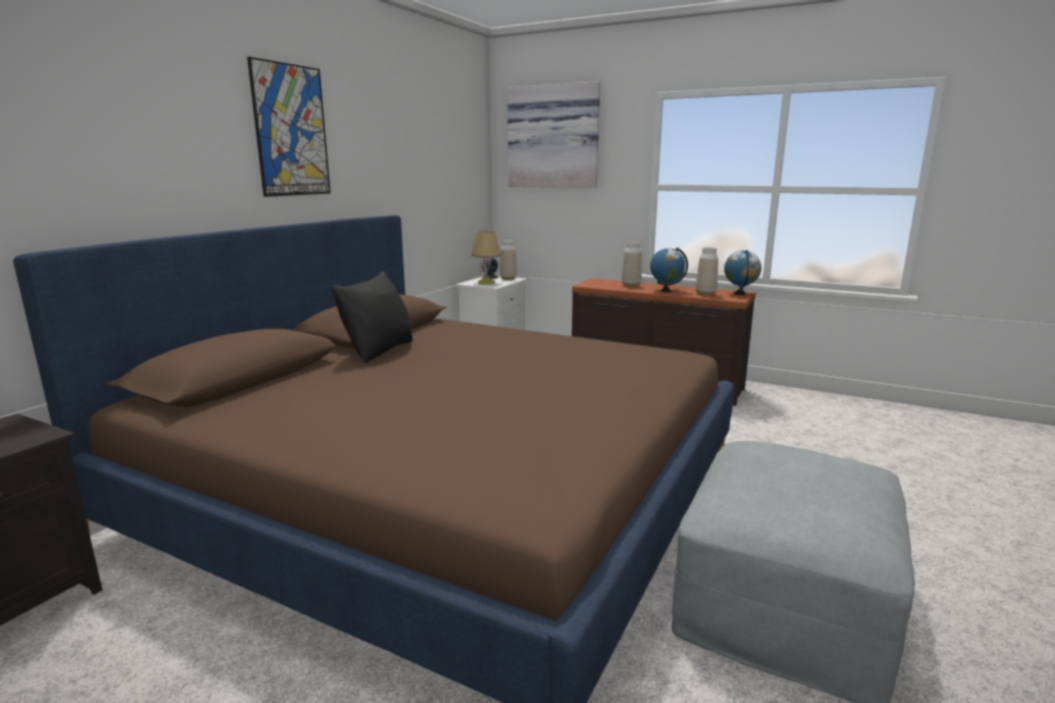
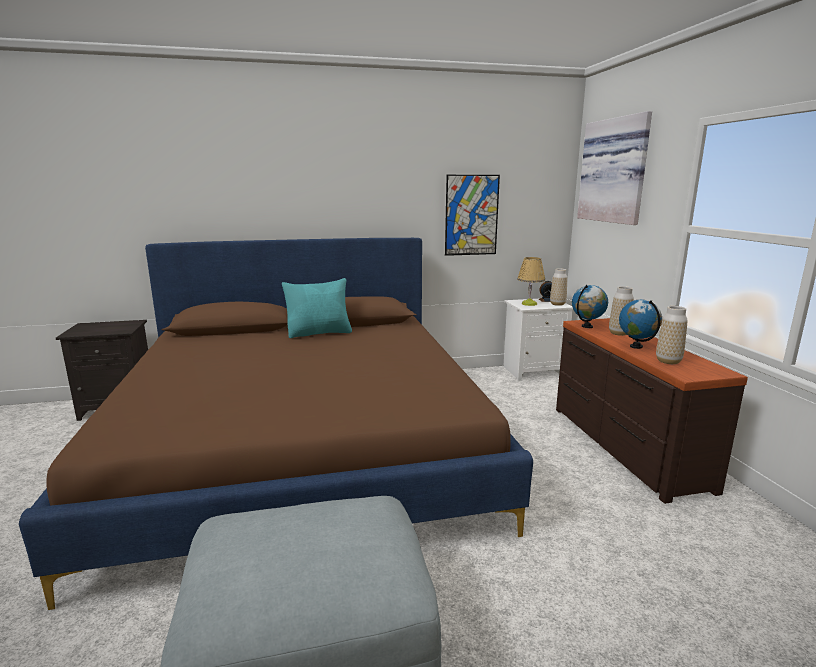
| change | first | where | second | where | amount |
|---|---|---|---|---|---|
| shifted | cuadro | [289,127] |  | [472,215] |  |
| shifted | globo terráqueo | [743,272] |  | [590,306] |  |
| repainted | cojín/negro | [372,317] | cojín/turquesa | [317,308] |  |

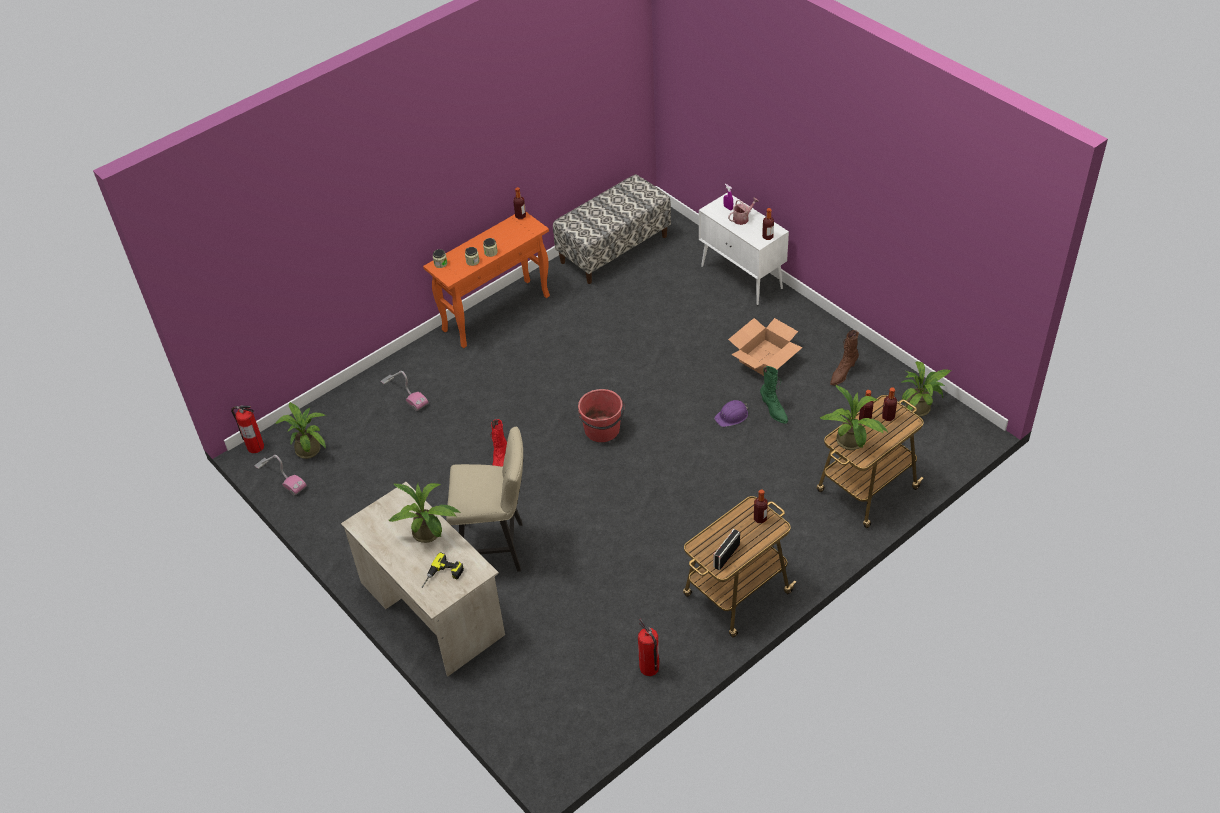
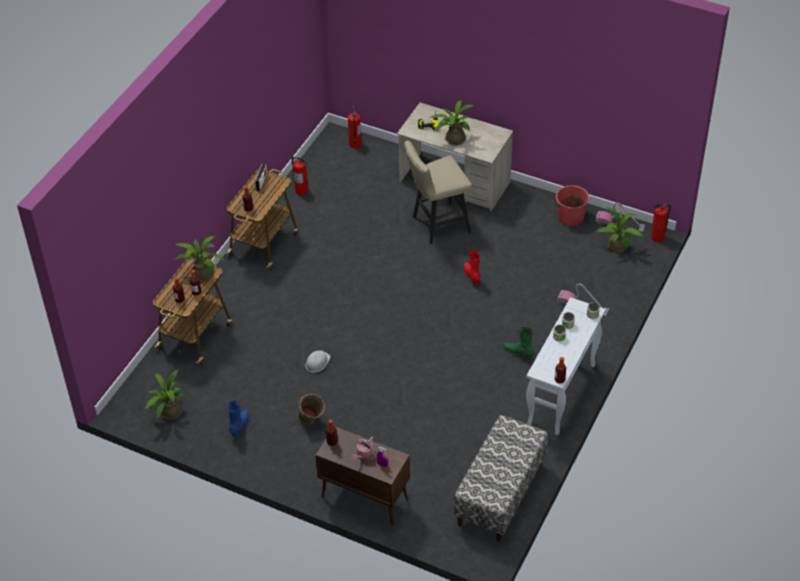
| change | first | where | second | where | amount |
|---|---|---|---|---|---|
| repainted | armario/blanco | [744,248] | armario/marrón | [362,476] |  |
| repainted | mesa consola/naranja | [486,280] | mesa consola/blanco | [566,366] |  |
| swapped | caja de cartón | [765,347] | cubo/verde | [311,409] |  |
| repainted | bota/marrón | [844,357] | bota/azul | [238,418] |  |
| shifted | bota/verde | [774,395] |  | [519,343] |  |
| shifted | cubo/rojo | [601,415] |  | [571,205] |  |
| repainted | casco/morado | [731,413] | casco/blanco | [318,361] |  |
| new |  |  | extintor | [355,127] |  |

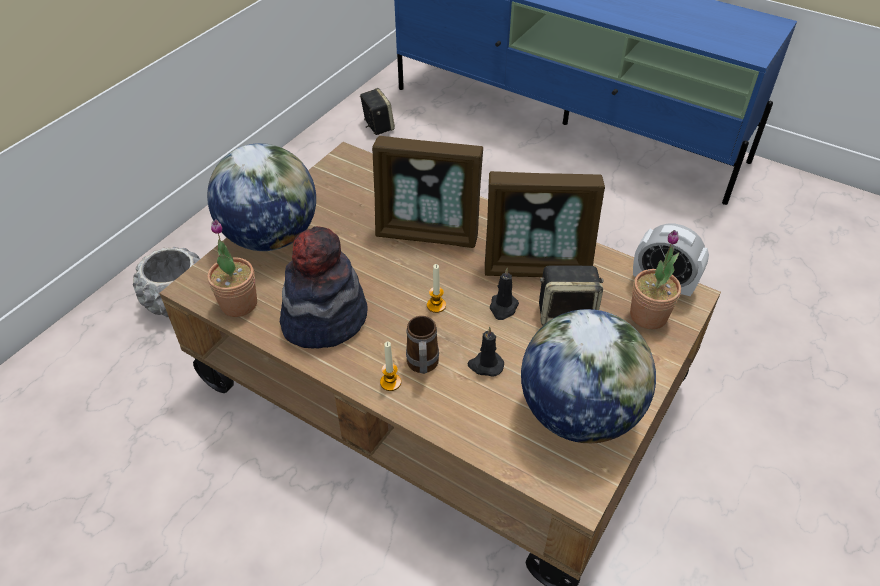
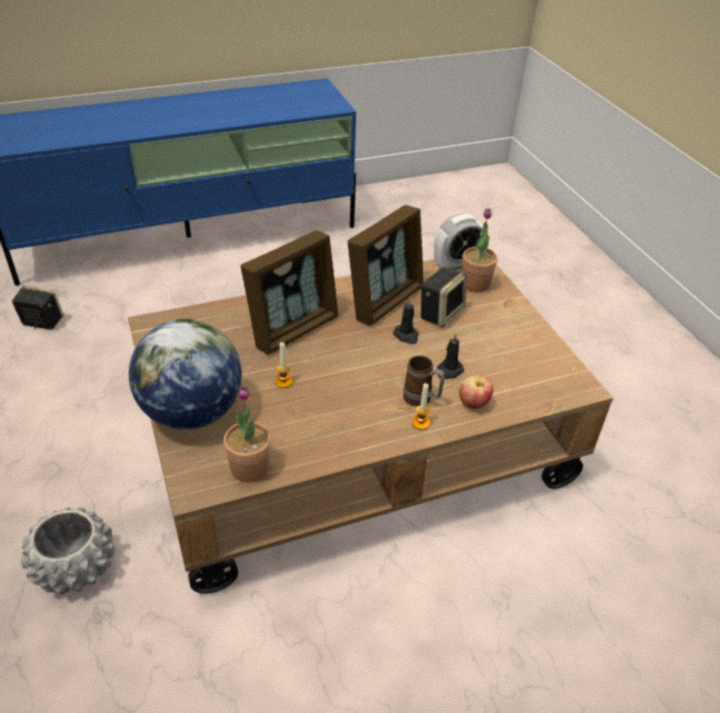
| change | first | where | second | where | amount |
|---|---|---|---|---|---|
| gone | sombrero | [324,287] |  |  |  |
| shifted | vela | [436,288] |  | [284,365] |  |
| gone | globo terráqueo | [588,376] |  |  |  |
| new |  |  | manzana | [476,392] |  |

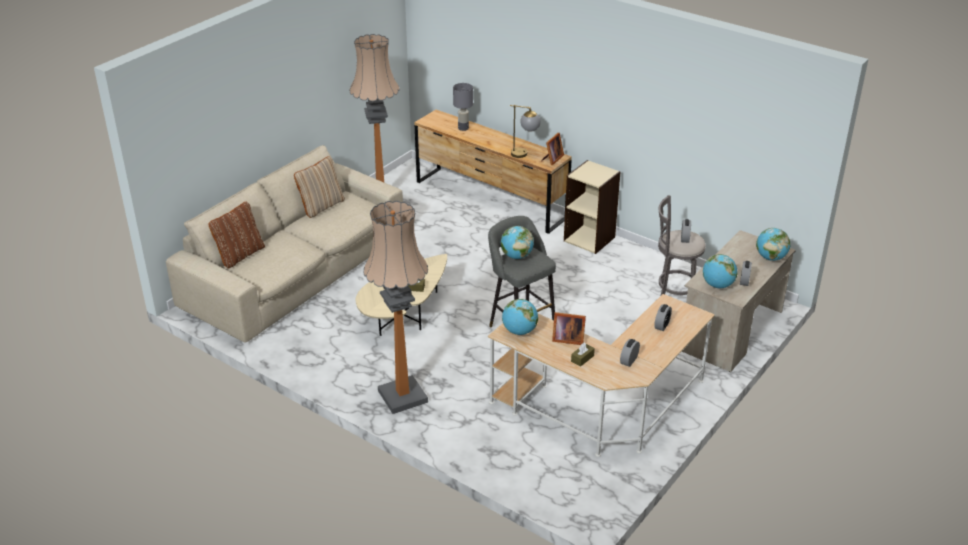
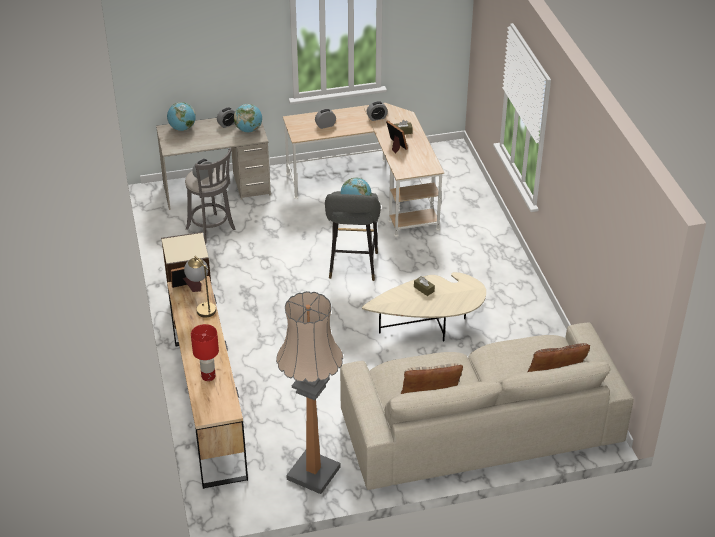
| change | first | where | second | where | amount |
|---|---|---|---|---|---|
| repainted | lámpara de mesa/gris | [463,107] | lámpara de mesa/rojo | [205,352] |  |
| gone | lámpara de pie | [396,307] |  |  |  |
| gone | globo terráqueo | [520,317] |  |  |  |

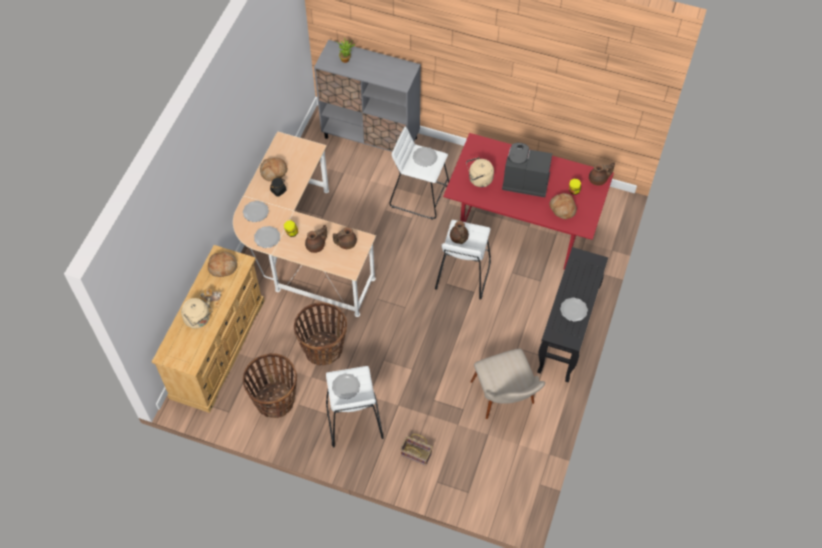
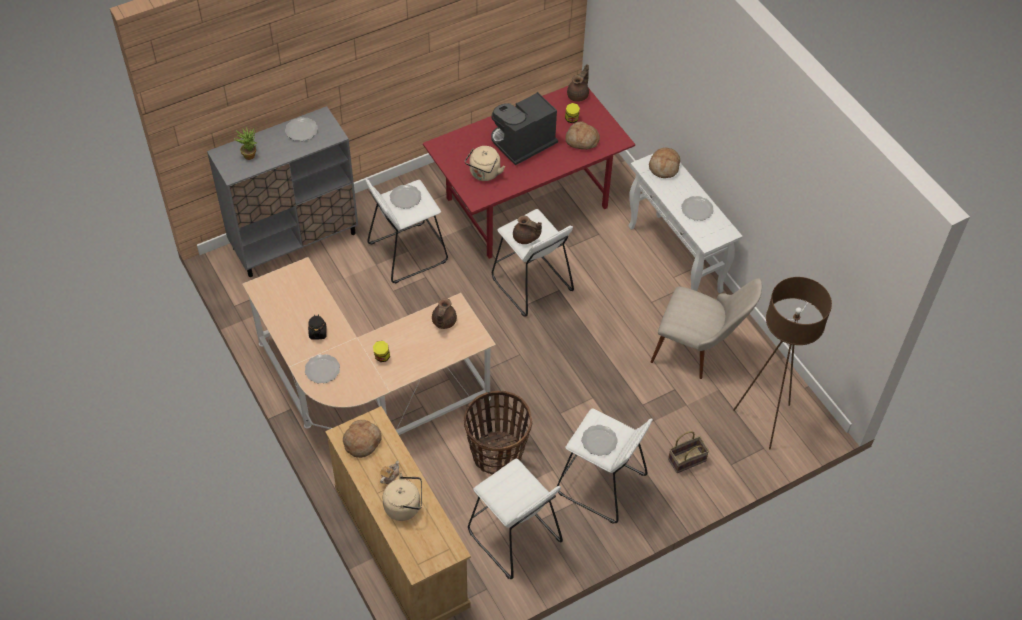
| change | first | where | second | where | amount |
|---|---|---|---|---|---|
| shifted | pan | [274,169] |  | [664,163] |  |
| gone | tetera/marrón | [316,239] |  |  |  |
| shifted | plato | [267,237] |  | [301,129] |  |
| repainted | mesa consola/negro | [572,314] | mesa consola/blanco | [685,223] |  |
| swapped | cesta | [270,385] | taburete/blanco | [515,519] |  |
| new |  |  | lámpara de pie/marrón | [782,363] |  |

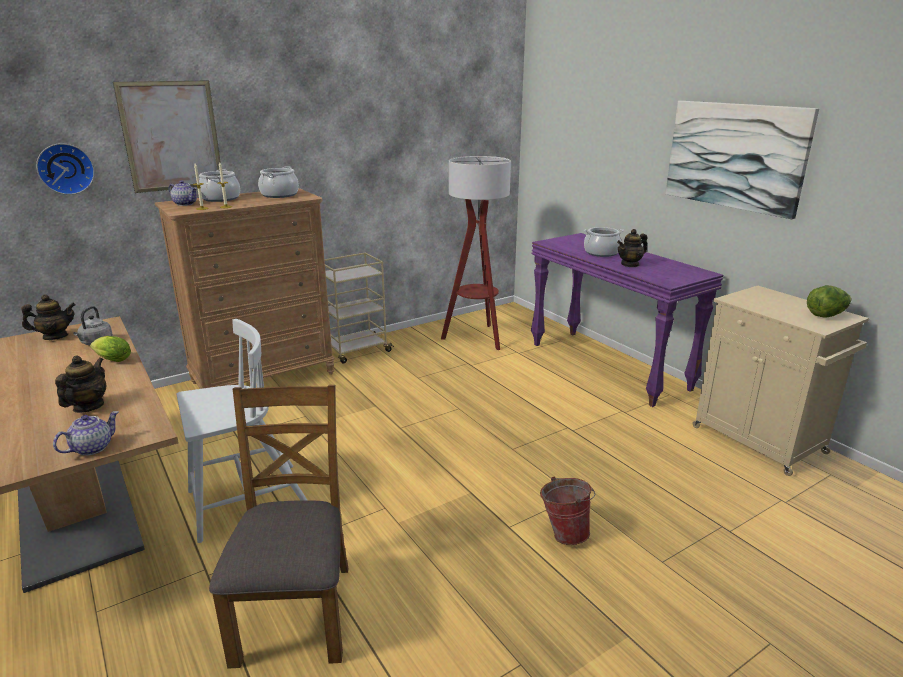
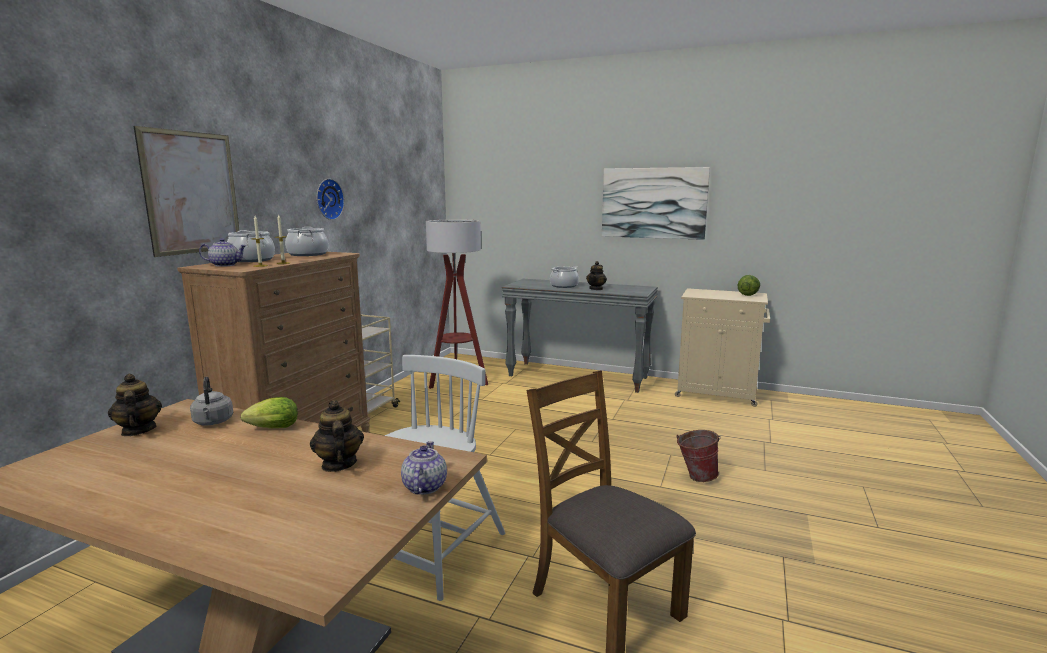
| change | first | where | second | where | amount |
|---|---|---|---|---|---|
| shifted | reloj de pared | [65,169] |  | [331,199] |  |
| repainted | mesa consola/morado | [627,320] | mesa consola/gris | [580,336] |  |
| rotated | tetera | [48,317] |  | [135,405] | 60 degrees counterclockwise |

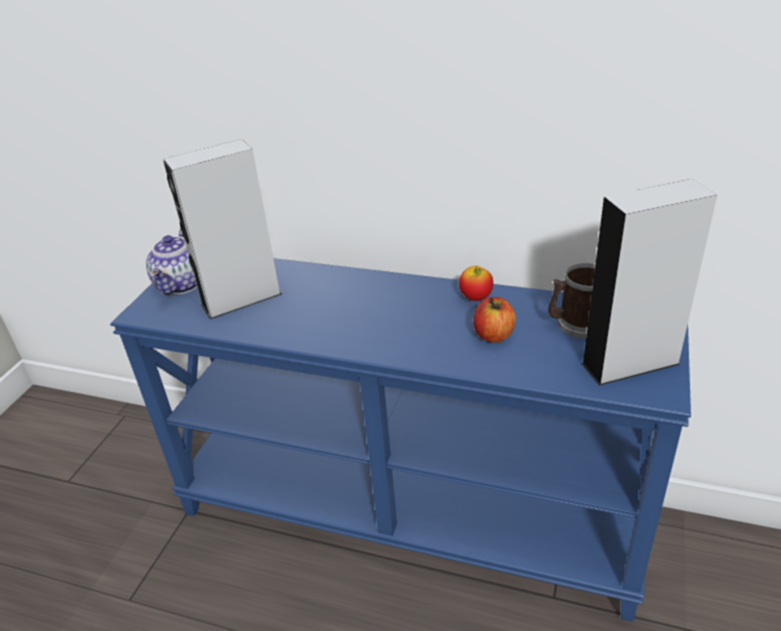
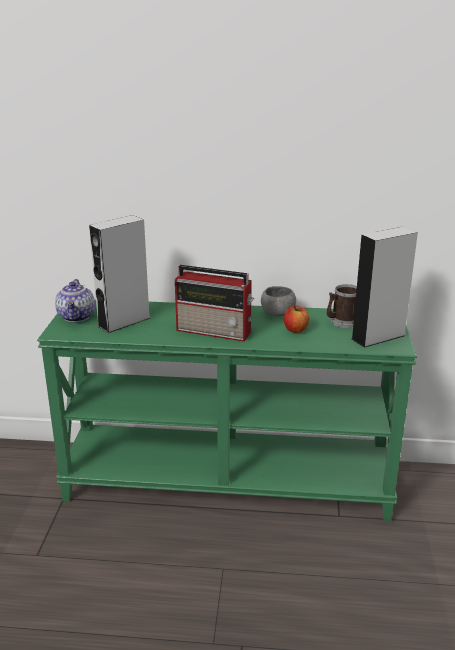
| change | first | where | second | where | amount |
|---|---|---|---|---|---|
| repainted | mesa consola/azul | [400,440] | mesa consola/verde | [227,411] |  |
| swapped | manzana | [476,283] | cuenco/gris | [278,301] |  |
| new |  |  | radio | [214,303] |  |

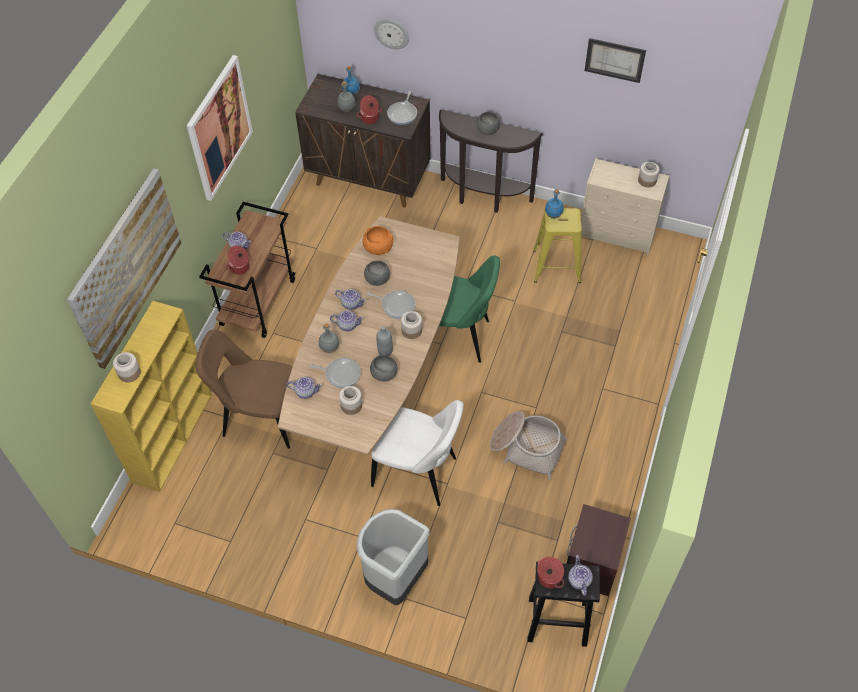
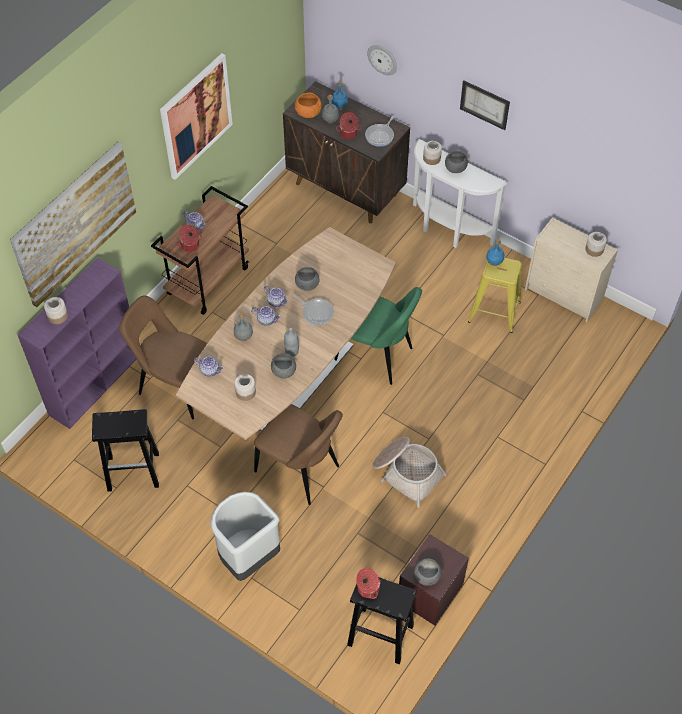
| change | first | where | second | where | amount |
|---|---|---|---|---|---|
| shifted | cuadro | [615,60] |  | [485,105] |  |
| repainted | mesa consola/marrón | [491,161] | mesa consola/blanco | [460,193] |  |
| shifted | cuenco/naranja | [377,240] |  | [308,105] |  |
| repainted | estantería/amarillo | [151,396] | estantería/morado | [77,343] |  |
| shifted | tarro | [411,325] |  | [432,153] |  |
| gone | sartén | [335,373] |  |  |  |
| repainted | silla/blanco | [417,453] | silla/marrón | [298,454] |  |
| gone | tetera | [580,575] |  |  |  |
| new |  |  | taburete/negro | [125,450] |  |
| new |  |  | cuenco/gris | [428,572] |  |

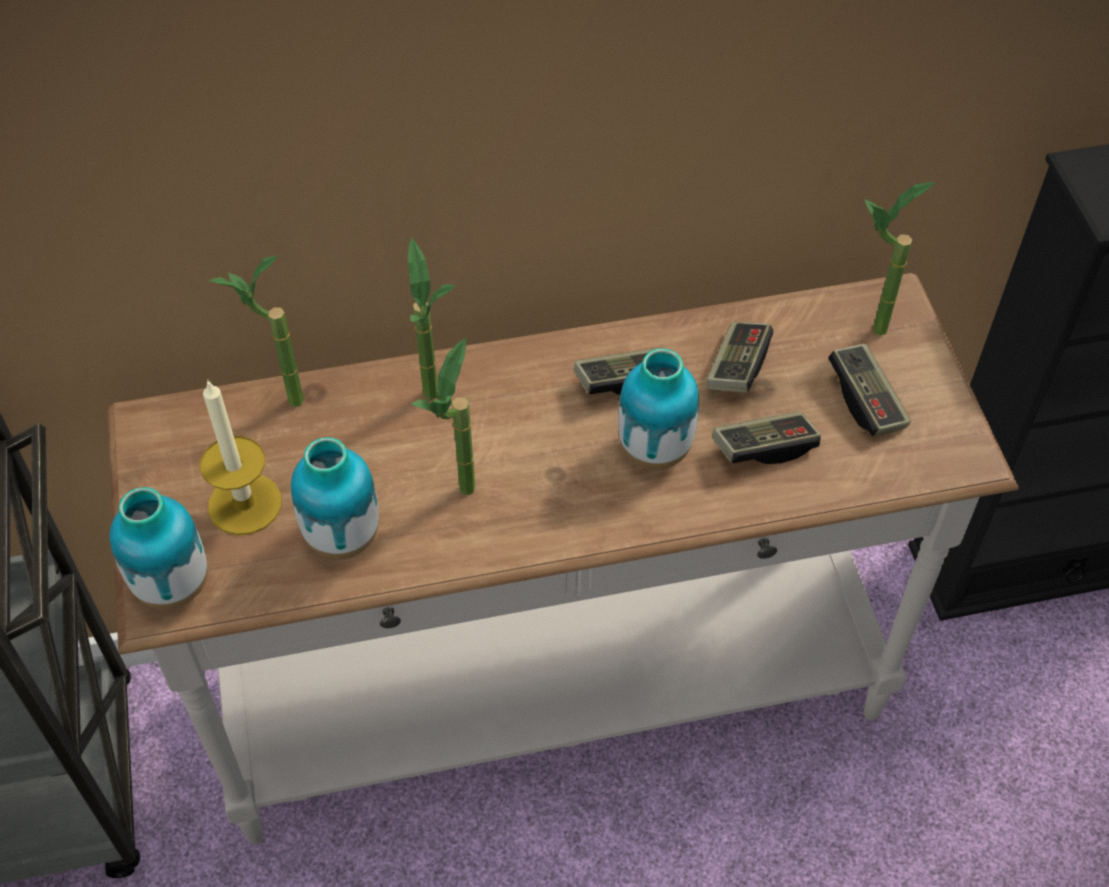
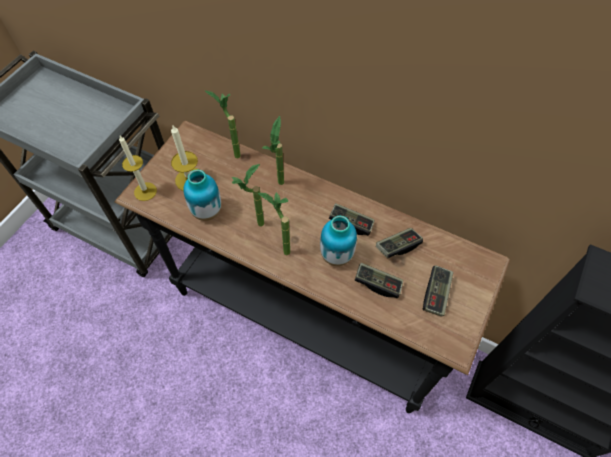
| change | first | where | second | where | amount |
|---|---|---|---|---|---|
| shifted | planta en maceta | [900,259] |  | [274,223] |  |
| repainted | mesa consola/blanco | [563,559] | mesa consola/negro | [312,267] |  |
| swapped | florero | [158,548] | vela | [138,168] |  |

